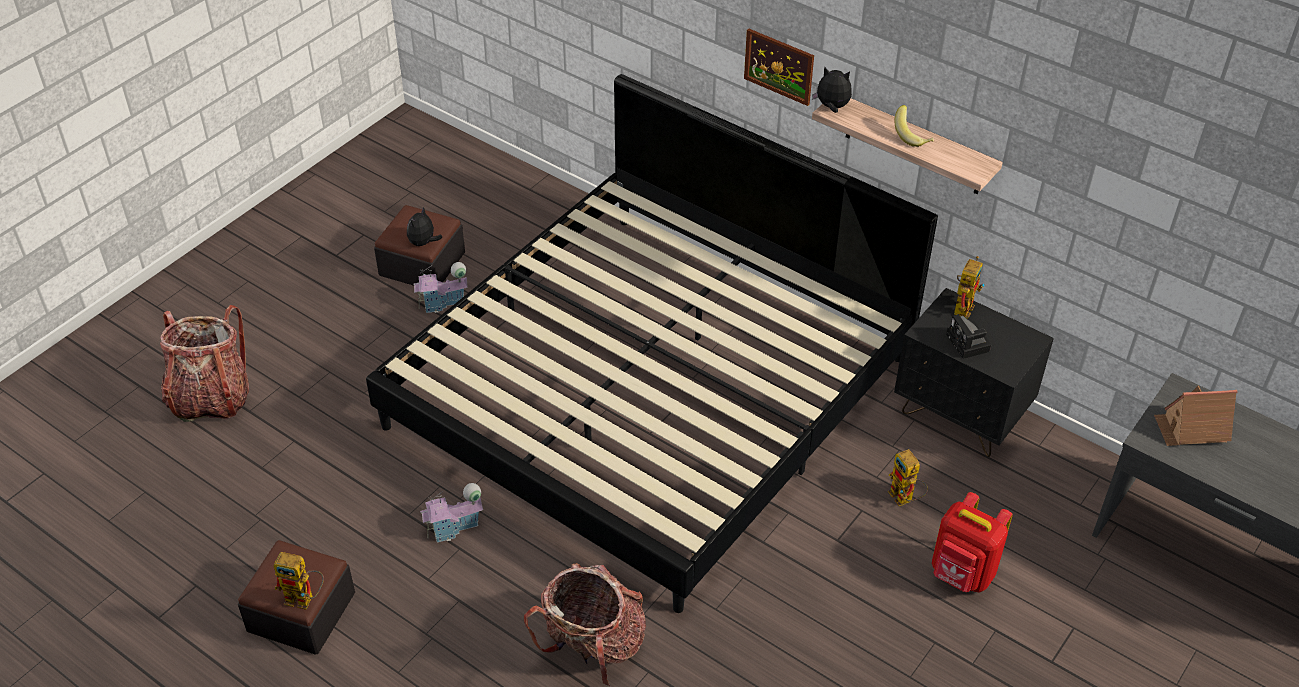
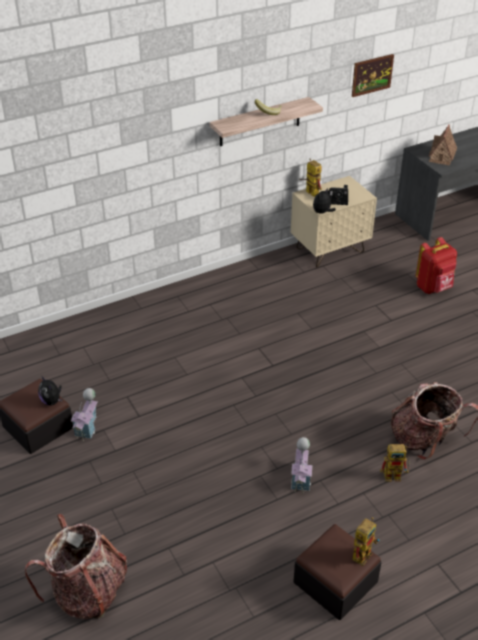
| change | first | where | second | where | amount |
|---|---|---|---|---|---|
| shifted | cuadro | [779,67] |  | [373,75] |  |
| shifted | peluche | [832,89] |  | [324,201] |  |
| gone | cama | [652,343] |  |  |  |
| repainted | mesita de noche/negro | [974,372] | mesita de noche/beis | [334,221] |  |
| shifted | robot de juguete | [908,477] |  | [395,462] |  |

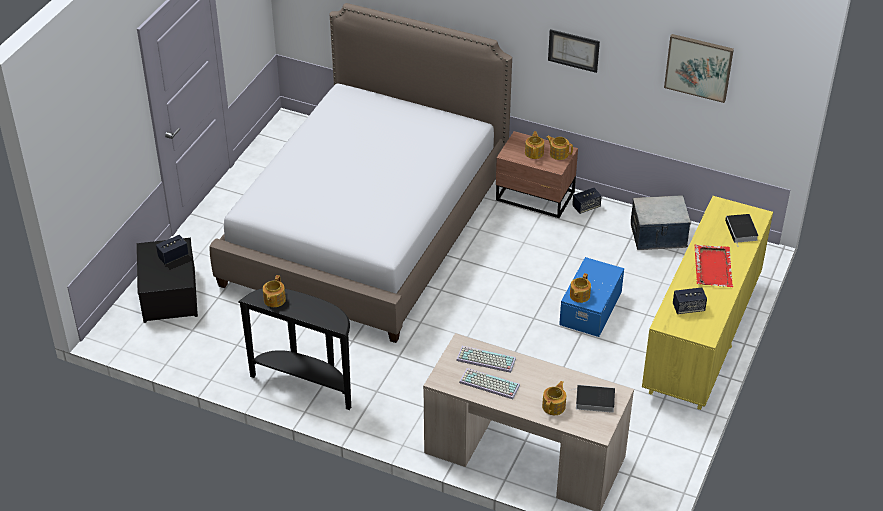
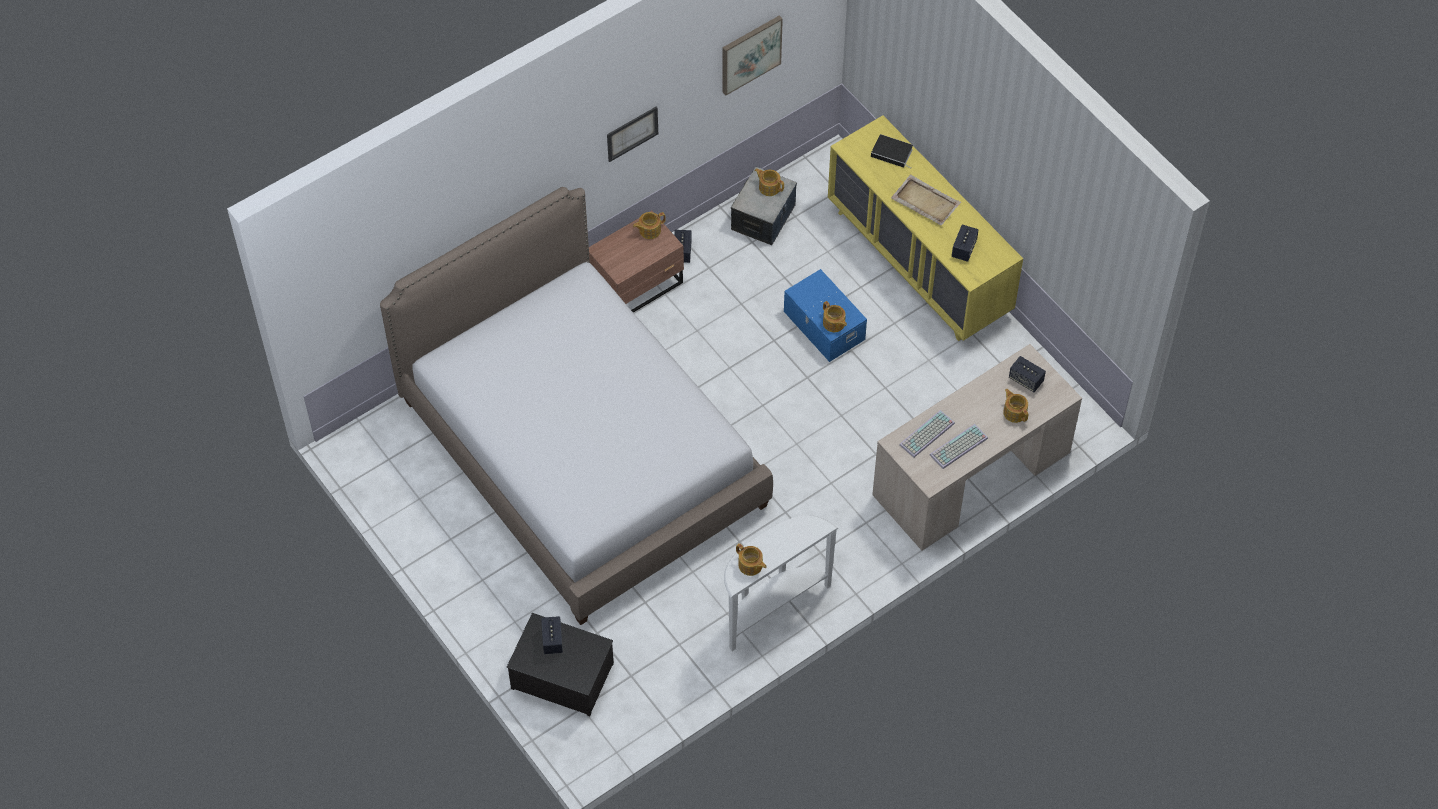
| change | first | where | second | where | amount |
|---|---|---|---|---|---|
| shifted | tetera | [534,145] |  | [769,182] |  |
| repainted | bandeja/rojo | [713,266] | bandeja/beis | [926,199] |  |
| repainted | mesa consola/negro | [294,349] | mesa consola/blanco | [781,583] |  |
| swapped | libro | [593,399] | altavoz | [1027,374] |  |

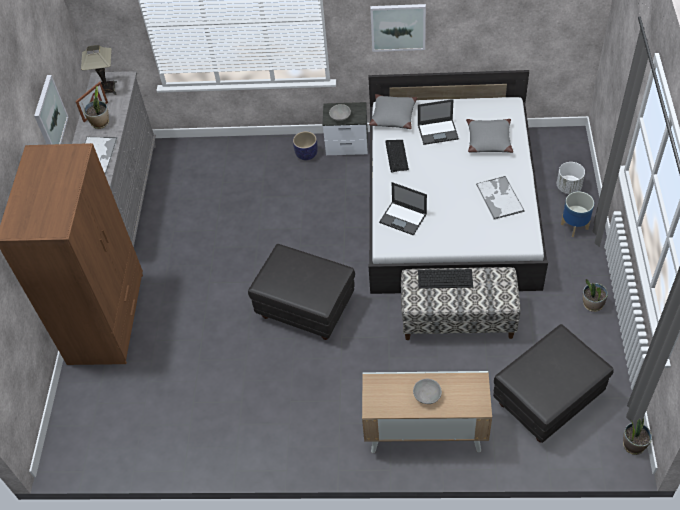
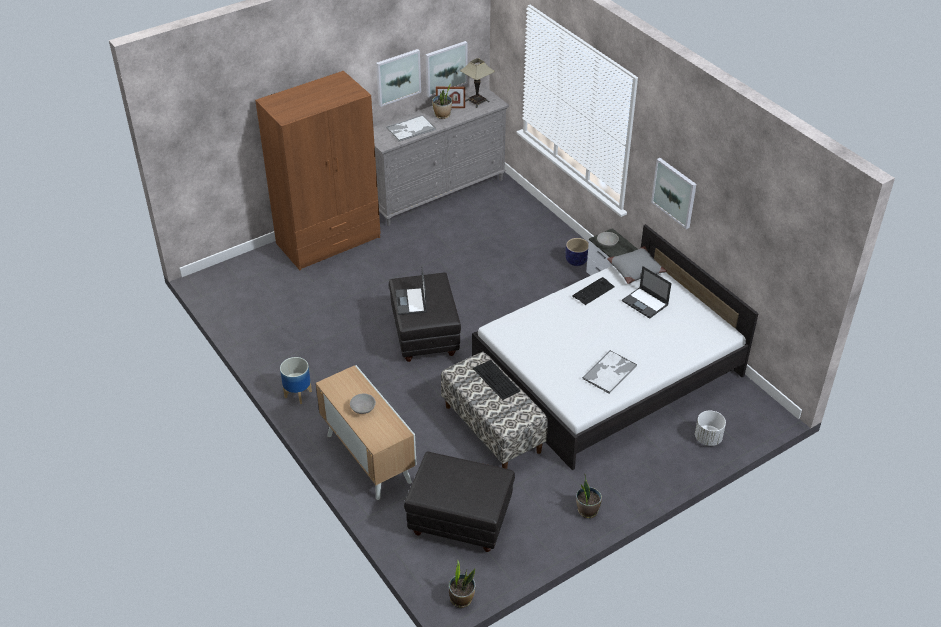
| change | first | where | second | where | amount |
|---|---|---|---|---|---|
| gone | cojín/gris | [489,136] |  |  |  |
| shifted | portátil | [403,209] |  | [411,291] |  |
| shifted | maceta | [577,214] |  | [296,380] |  |
| new |  |  | cuadro | [447,69] |  |

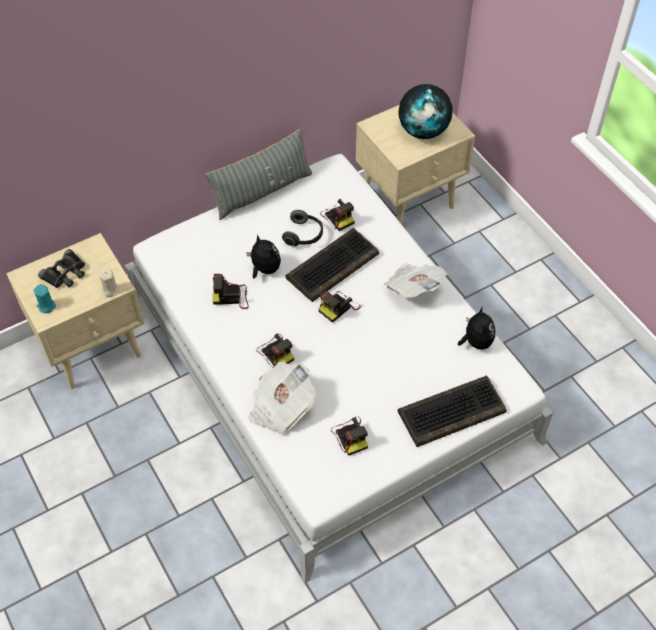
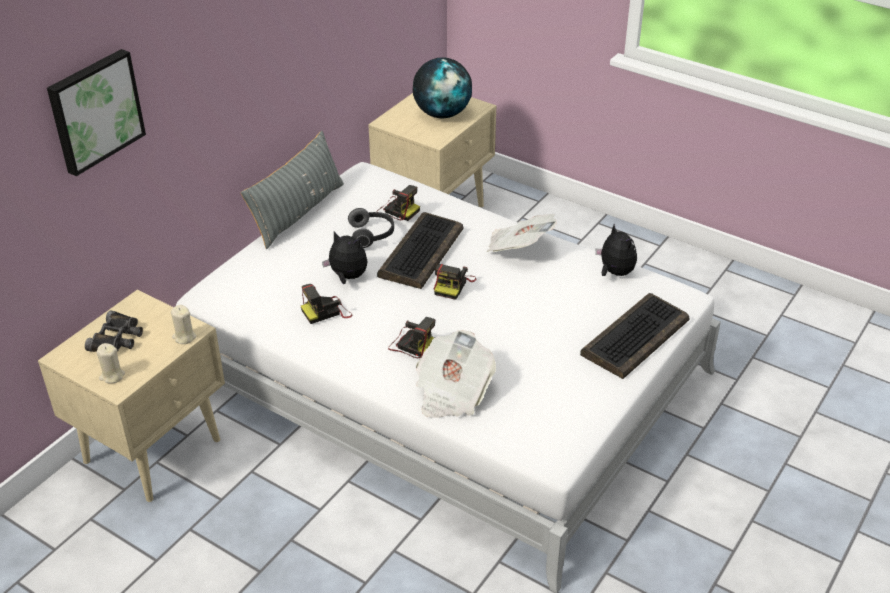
| change | first | where | second | where | amount |
|---|---|---|---|---|---|
| repainted | vela/turquesa | [45,298] | vela/beis | [110,363] |  |
| gone | cámara | [349,436] |  |  |  |
| new |  |  | cuadro | [96,112] |  |

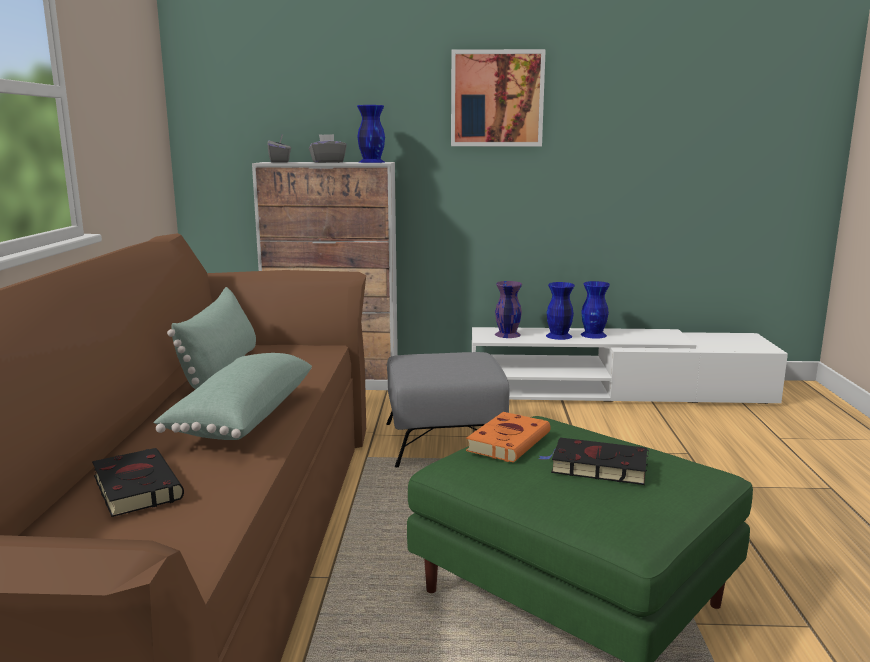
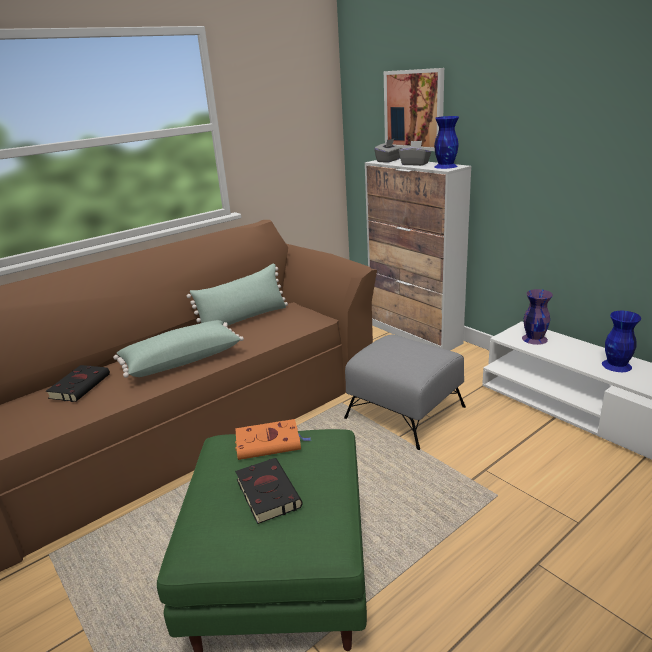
| change | first | where | second | where | amount |
|---|---|---|---|---|---|
| shifted | cuadro | [498,97] |  | [414,109] |  |
| gone | florero/azul | [560,311] |  |  |  |

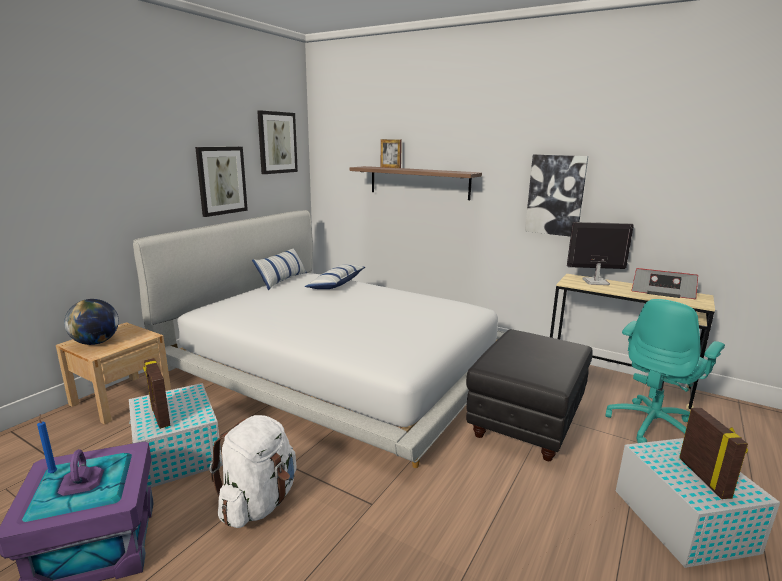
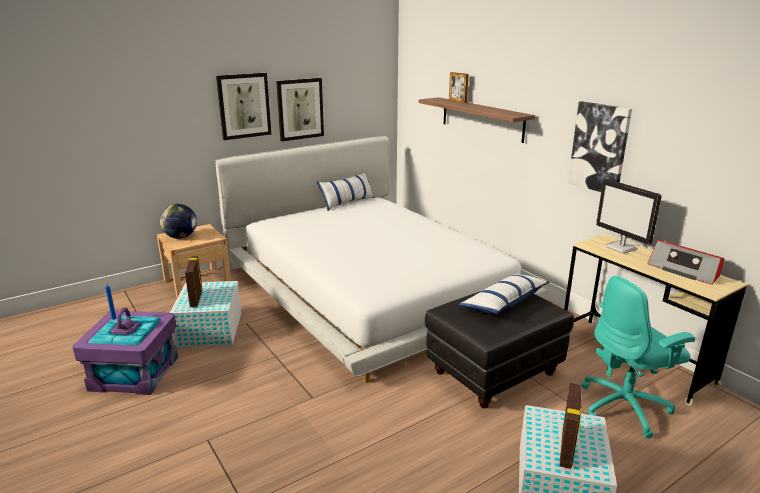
| change | first | where | second | where | amount |
|---|---|---|---|---|---|
| shifted | cuadro | [277,142] |  | [243,106] |  |
| rotated | monitor | [600,253] |  | [629,216] | 150 degrees counterclockwise |
| shifted | cojín | [335,277] |  | [503,294] |  |
| gone | mochila/blanco | [253,471] |  |  |  |

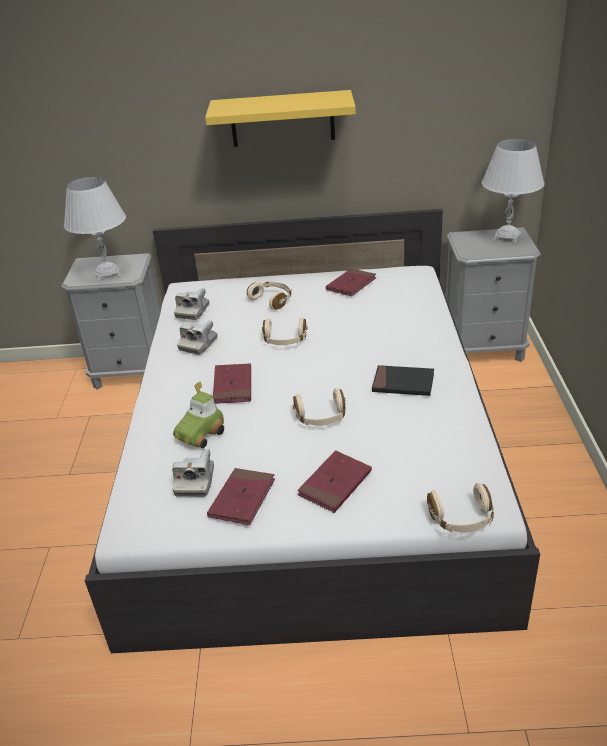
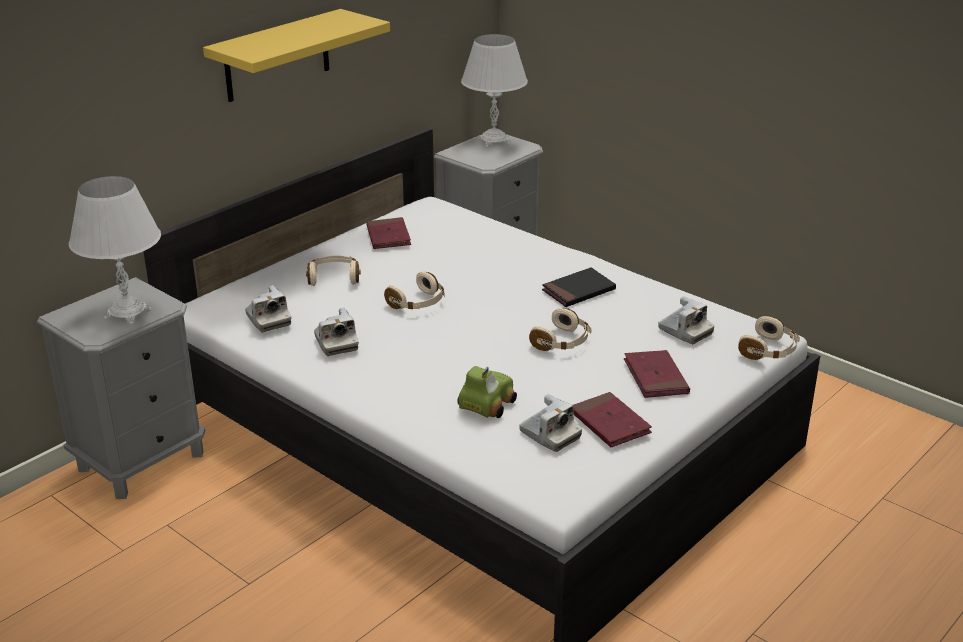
| change | first | where | second | where | amount |
|---|---|---|---|---|---|
| gone | libro/rojo | [232,383] |  |  |  |
| rotated | coche de juguete | [198,415] |  | [487,392] | 135 degrees counterclockwise |
| new |  |  | cámara | [686,320] |  |

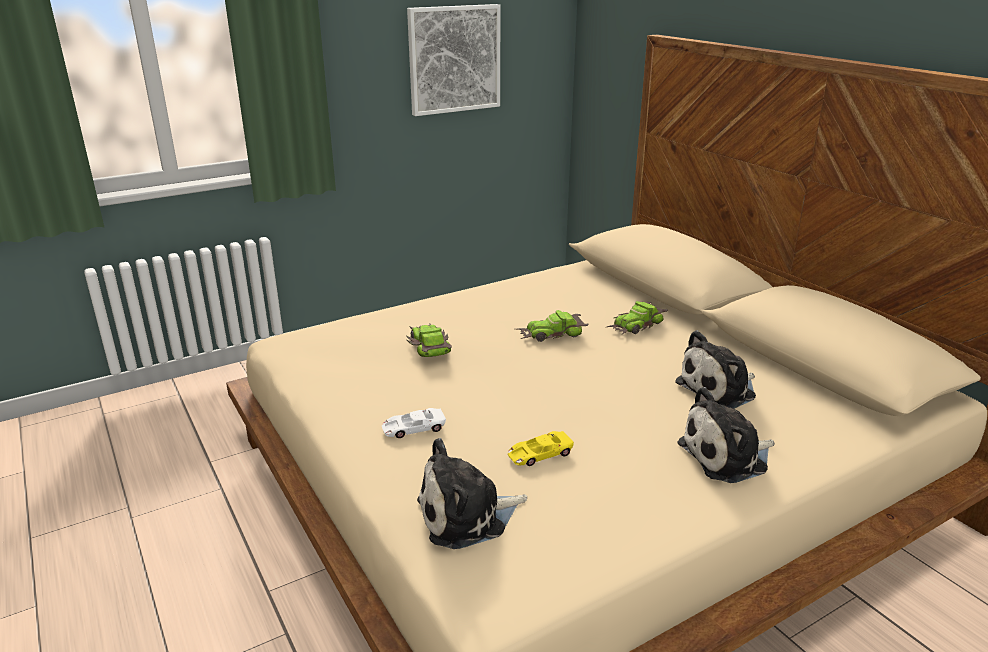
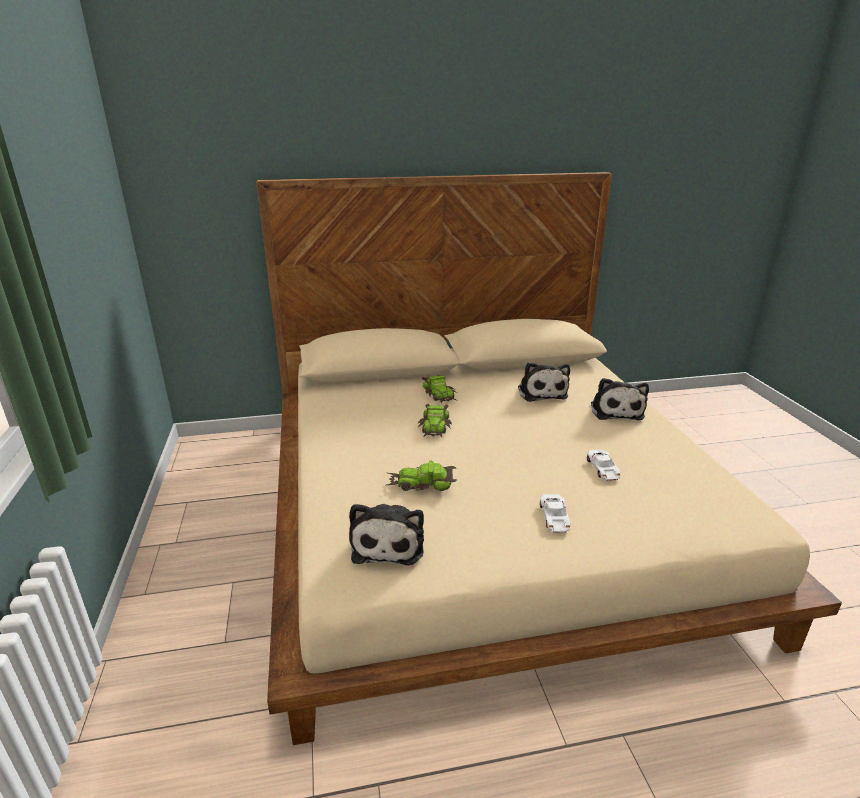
| change | first | where | second | where | amount |
|---|---|---|---|---|---|
| gone | cuadro | [454,60] |  |  |  |
| repainted | coche de juguete/amarillo | [541,448] | coche de juguete/blanco | [603,465] |  |
| shifted | peluche | [472,493] |  | [386,535] |  |

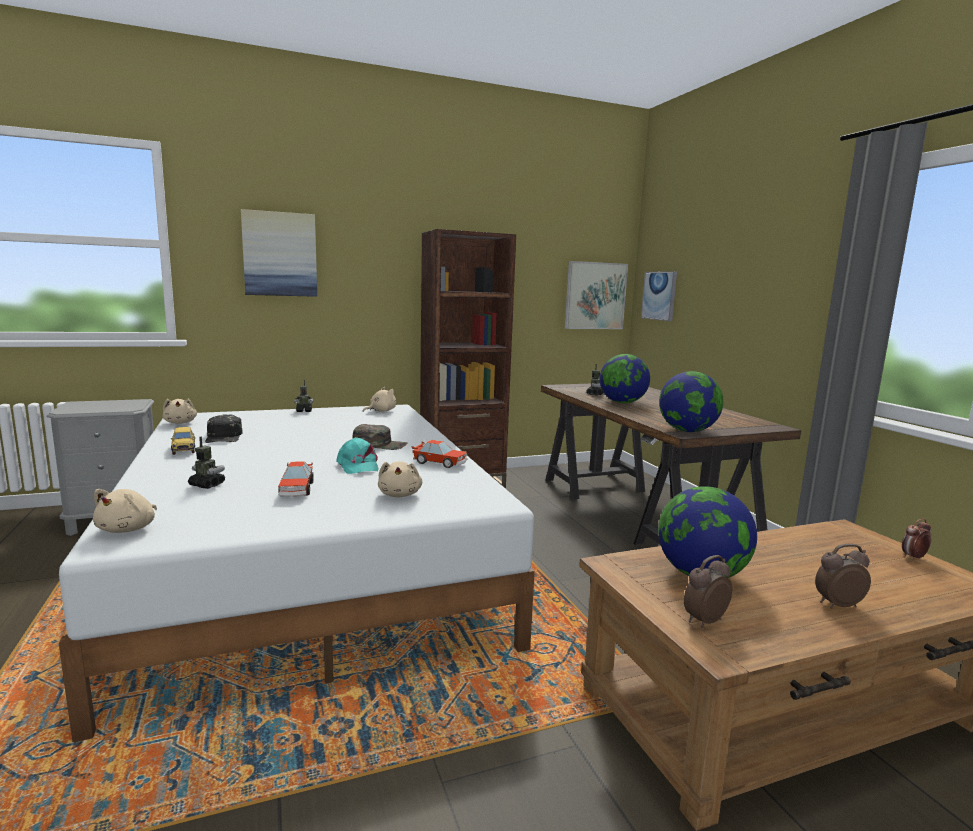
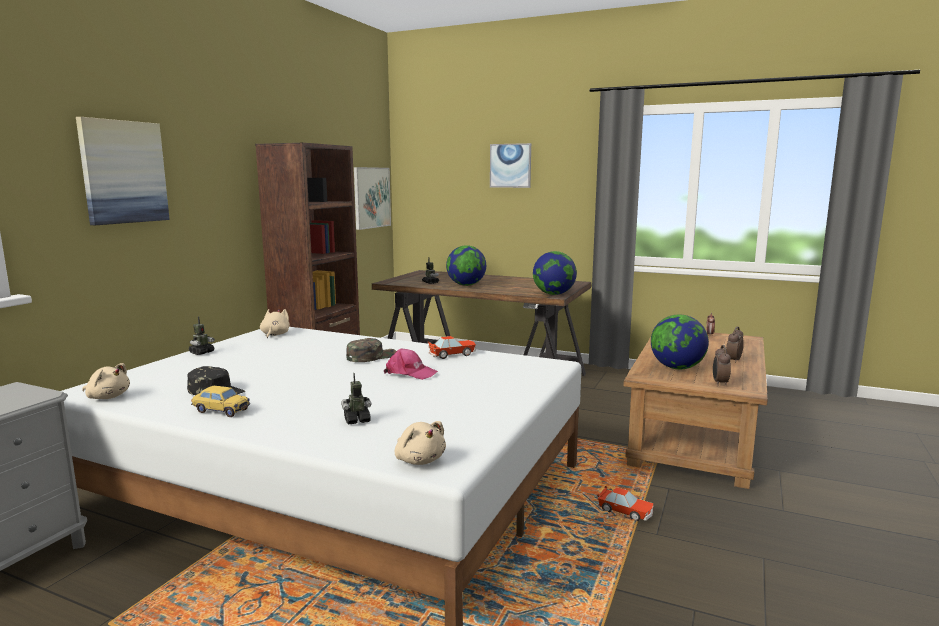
| change | first | where | second | where | amount |
|---|---|---|---|---|---|
| shifted | cuadro | [659,296] |  | [510,165] |  |
| repainted | gorra/turquesa | [357,455] | gorra/rosa | [411,364] |  |
| shifted | coche de juguete | [296,479] |  | [625,503] |  |
| gone | peluche/beis | [400,479] |  |  |  |

